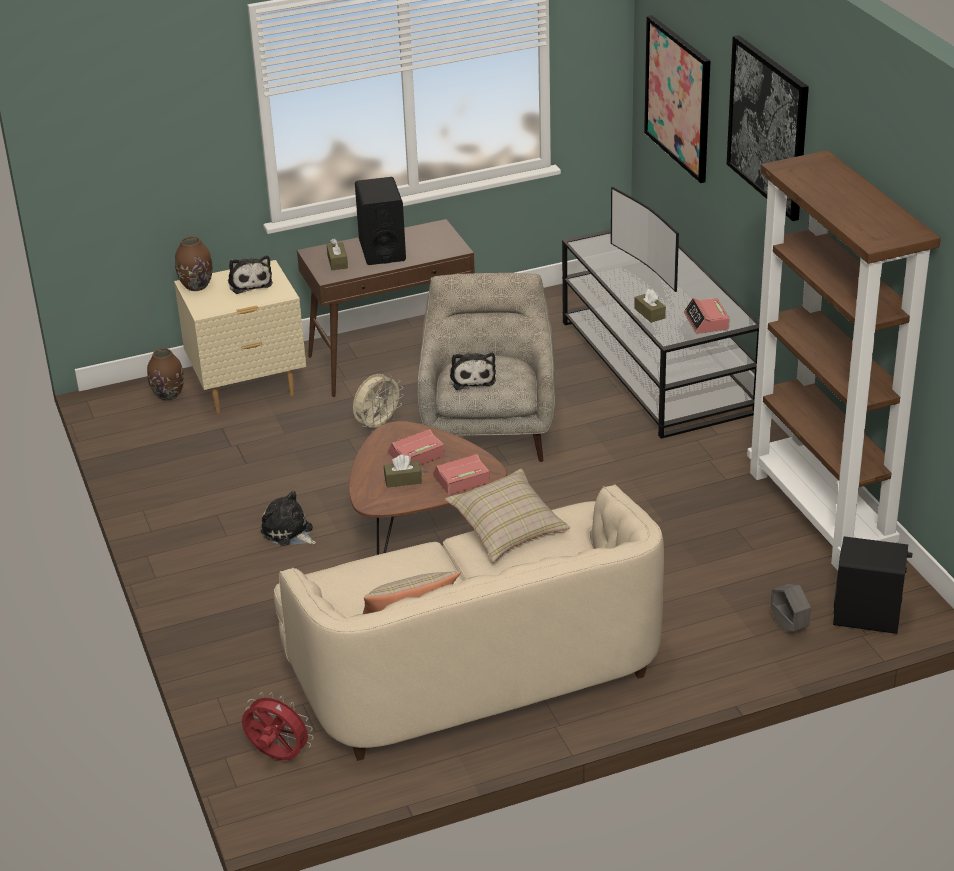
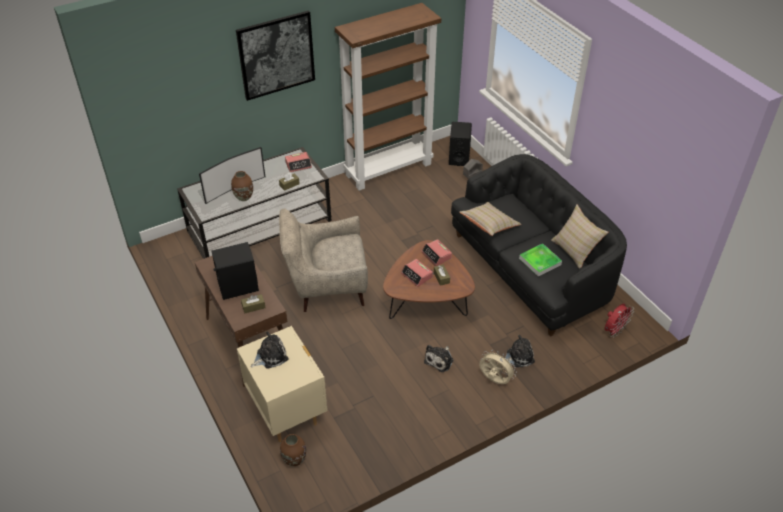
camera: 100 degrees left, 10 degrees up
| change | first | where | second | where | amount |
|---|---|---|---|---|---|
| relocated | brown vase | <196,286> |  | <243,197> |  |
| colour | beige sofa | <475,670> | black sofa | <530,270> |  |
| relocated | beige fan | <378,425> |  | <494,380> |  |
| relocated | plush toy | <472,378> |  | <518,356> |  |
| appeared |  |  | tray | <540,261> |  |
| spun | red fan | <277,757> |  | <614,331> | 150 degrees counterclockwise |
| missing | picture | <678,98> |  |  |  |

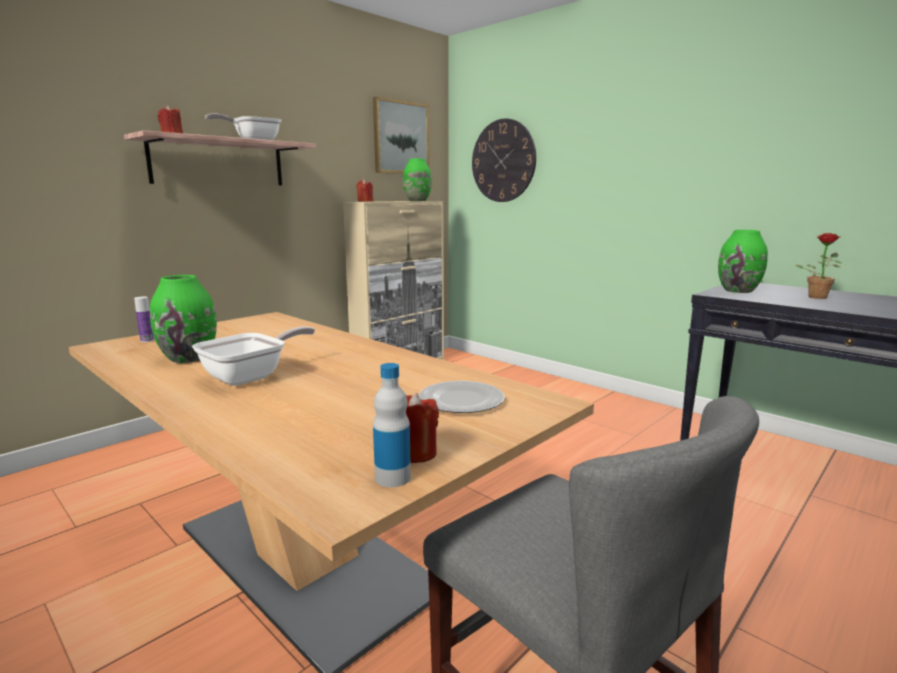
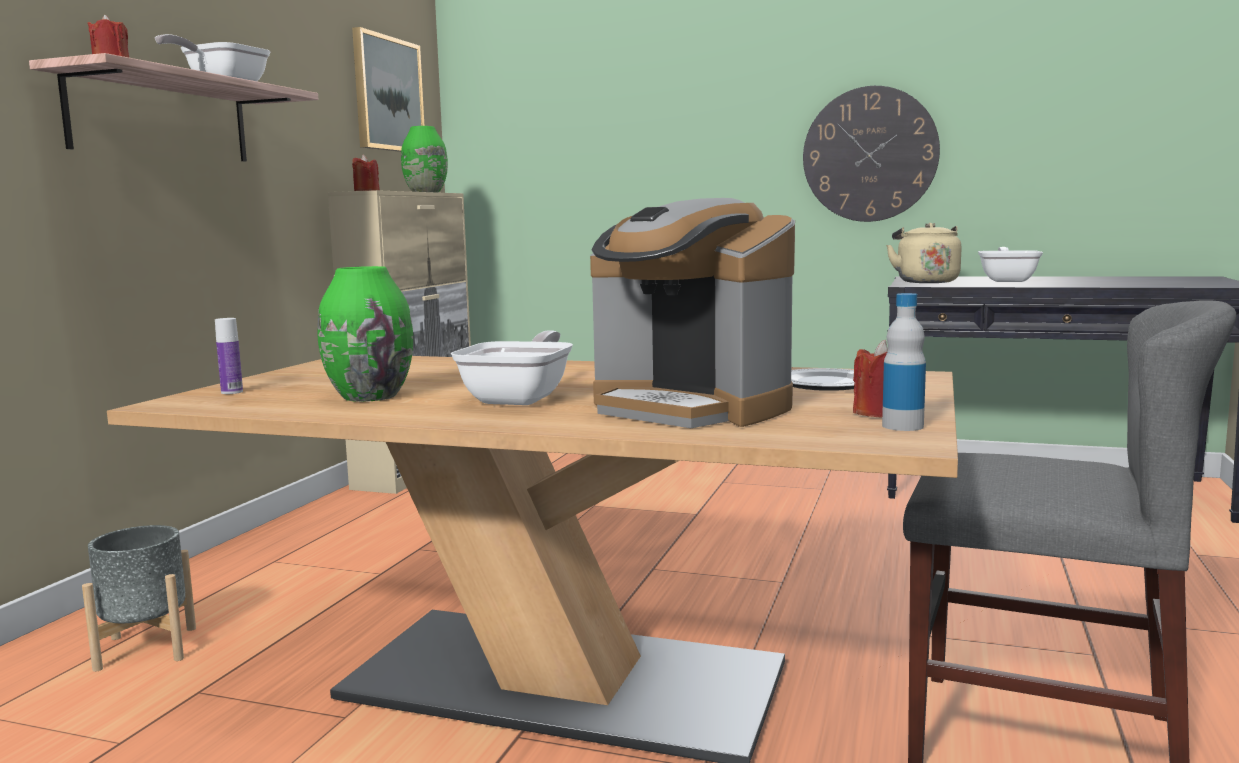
camera: 25 degrees left, 5 degrees down
| change | first | where | second | where | amount |
|---|---|---|---|---|---|
| appeared |  |  | grey planter | <147,648> |  |
| appeared |  |  | coffee machine | <690,408> |  |
| relocated | wall clock | <503,161> |  | <870,154> |  |
| exchanged | green vase | <738,291> | beige kettle | <925,282> |  |
| exchanged | potted plant | <817,296> | frying pan | <1008,280> |  |

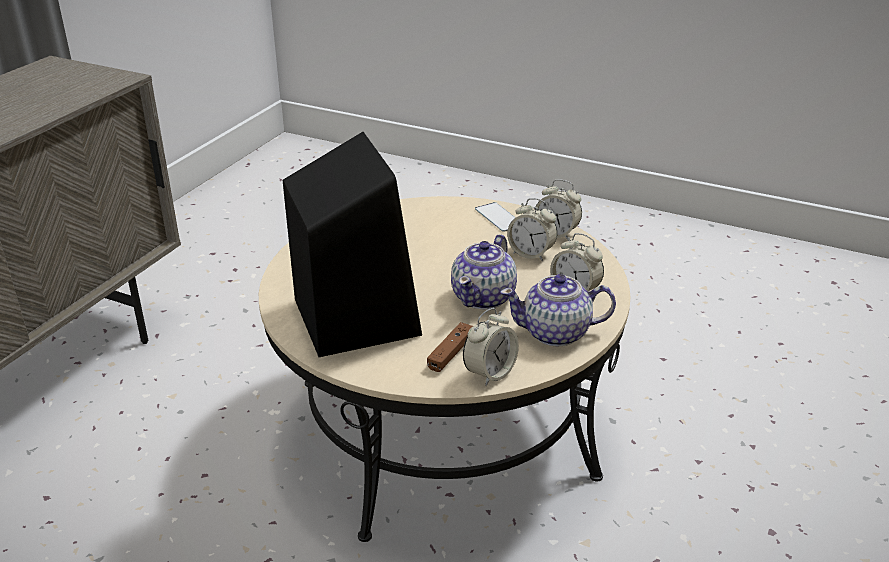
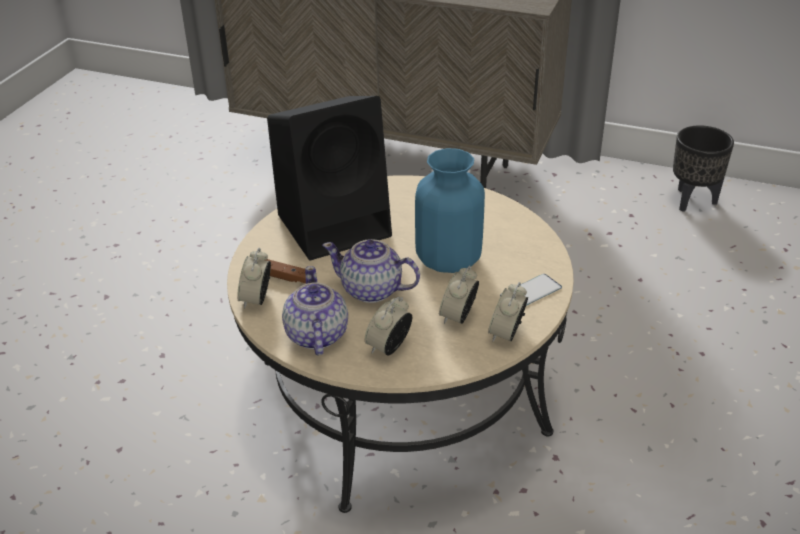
camera: 85 degrees right, 5 degrees up
| change | first | where | second | where | amount |
|---|---|---|---|---|---|
| spun | alarm clock | <490,373> |  | <256,299> | 60 degrees clockwise |
| appeared |  |  | blue vase | <448,259> |  |
| appeared |  |  | black planter | <693,201> |  |

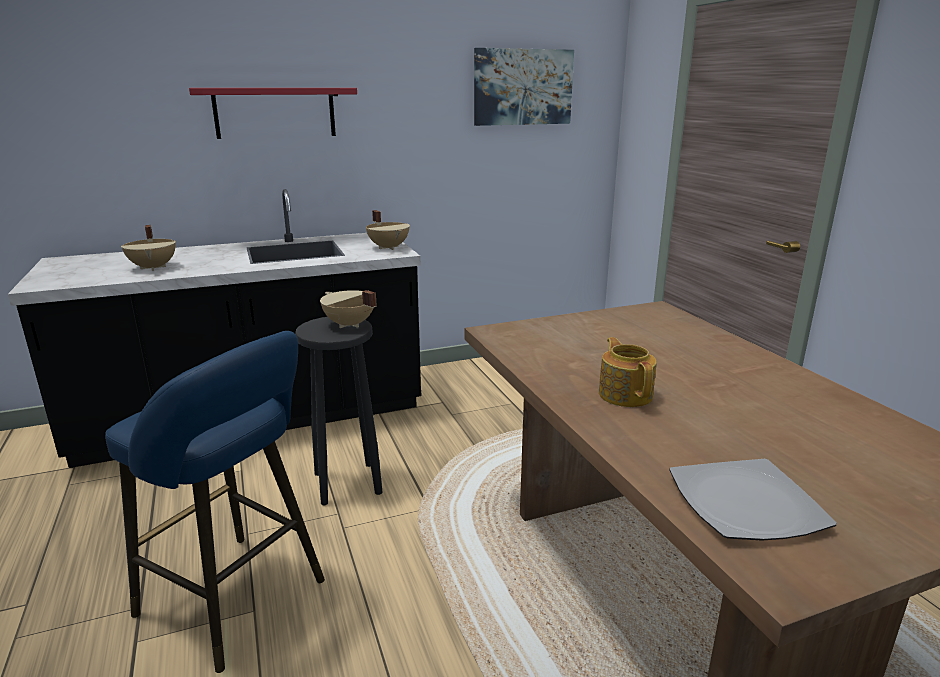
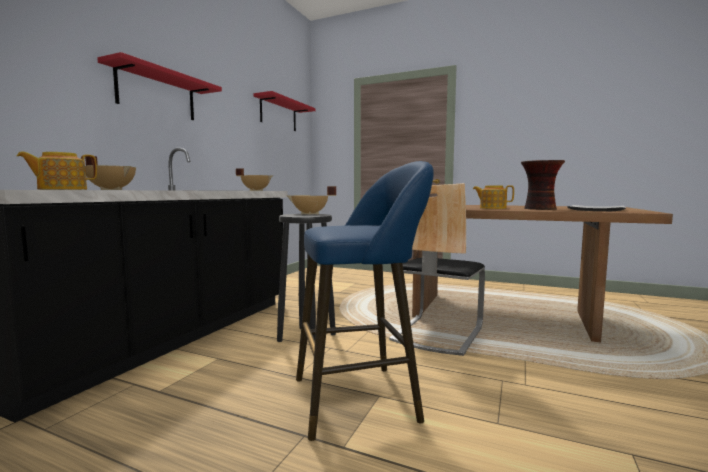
camera: 45 degrees left, 15 degrees down
| change | first | where | second | where | amount |
|---|---|---|---|---|---|
| appeared |  |  | teapot | <61,189> |  |
| exchanged | picture | <523,87> | red shelf | <278,114> |  |
| appeared |  |  | chair | <437,333> |  |
| appeared |  |  | vase | <539,209> |  |

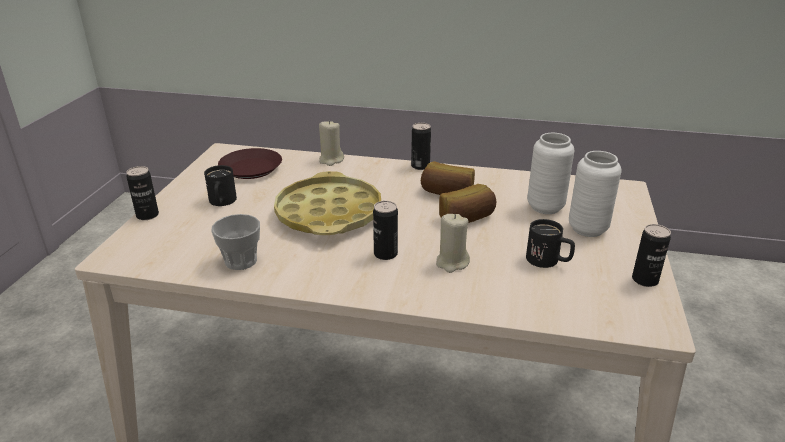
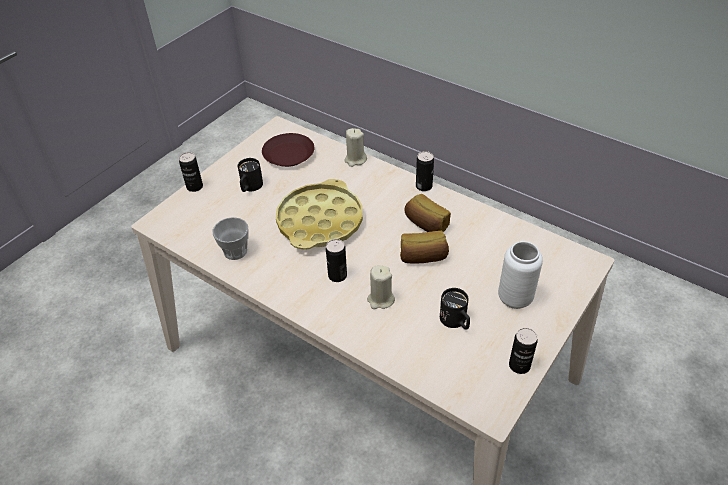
camera: 25 degrees right, 15 degrees up
| change | first | where | second | where | amount |
|---|---|---|---|---|---|
| missing | white vase | <545,207> |  |  |  |

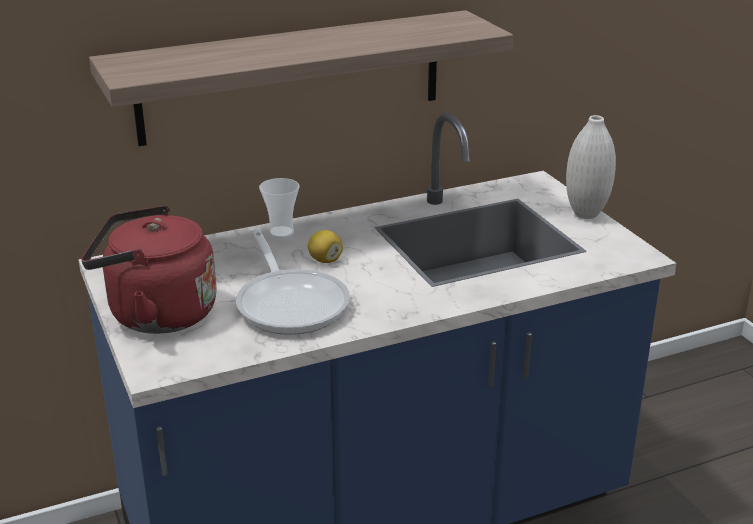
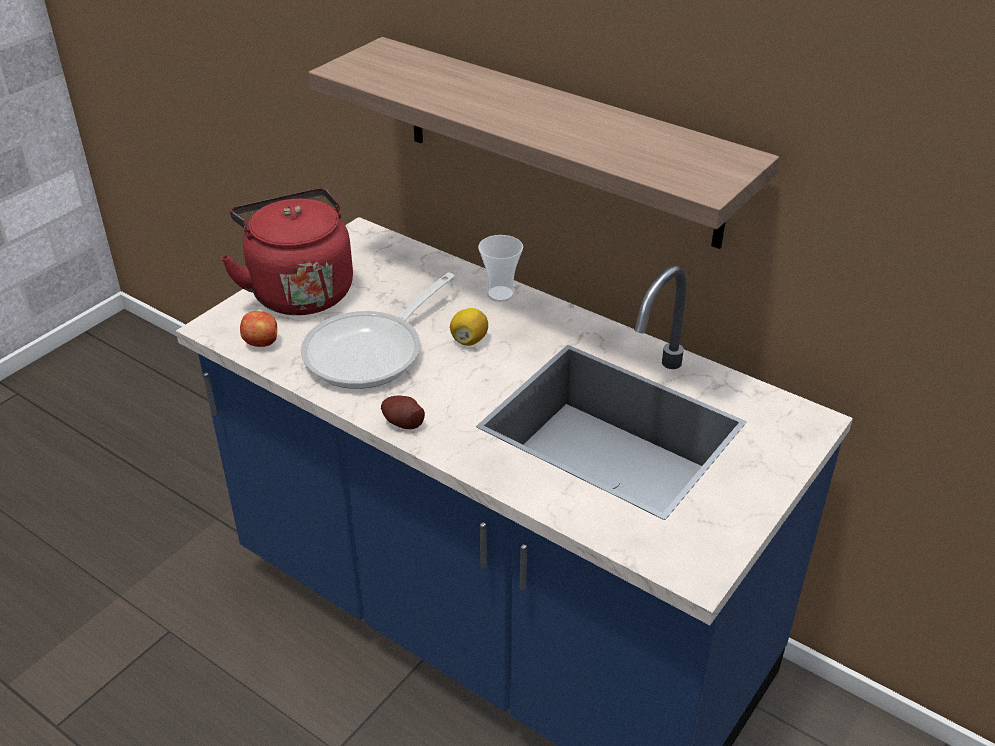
camera: 60 degrees right, 10 degrees up
| change | first | where | second | where | amount |
|---|---|---|---|---|---|
| appeared |  |  | apple | <262,343> |  |
| appeared |  |  | potato | <403,422> |  |
| missing | white vase | <586,214> |  |  |  |

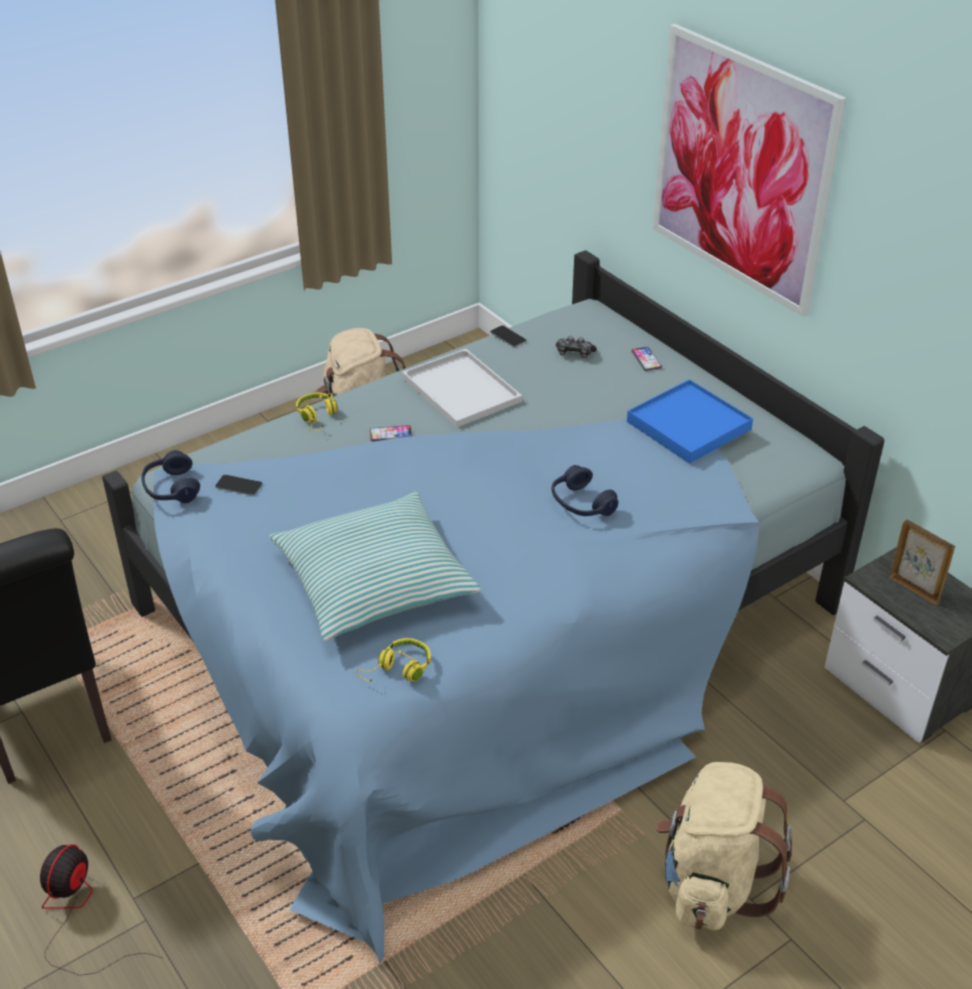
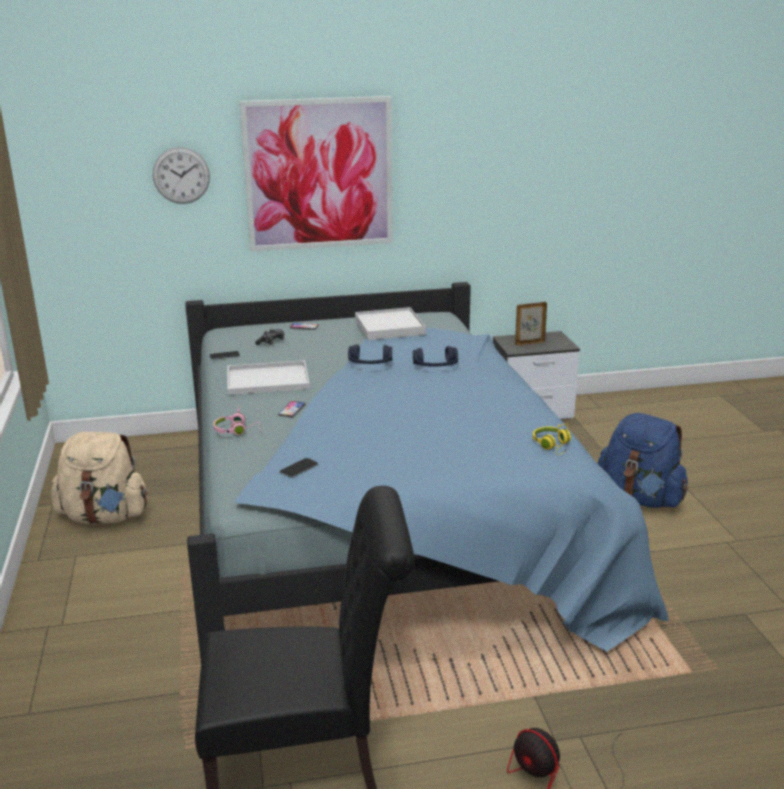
camera: 65 degrees left, 15 degrees down
| change | first | where | second | where | amount |
|---|---|---|---|---|---|
| appeared |  |  | wall clock | <181,175> |  |
| colour | yellow headphones | <317,417> | pink headphones | <237,431> |  |
| relocated | blue headphones | <171,488> |  | <370,364> |  |
| colour | blue tray | <688,425> | white tray | <389,327> |  |
| colour | beige backpack | <712,883> | blue backpack | <640,498> |  |
| missing | pillow | <374,581> |  |  |  |

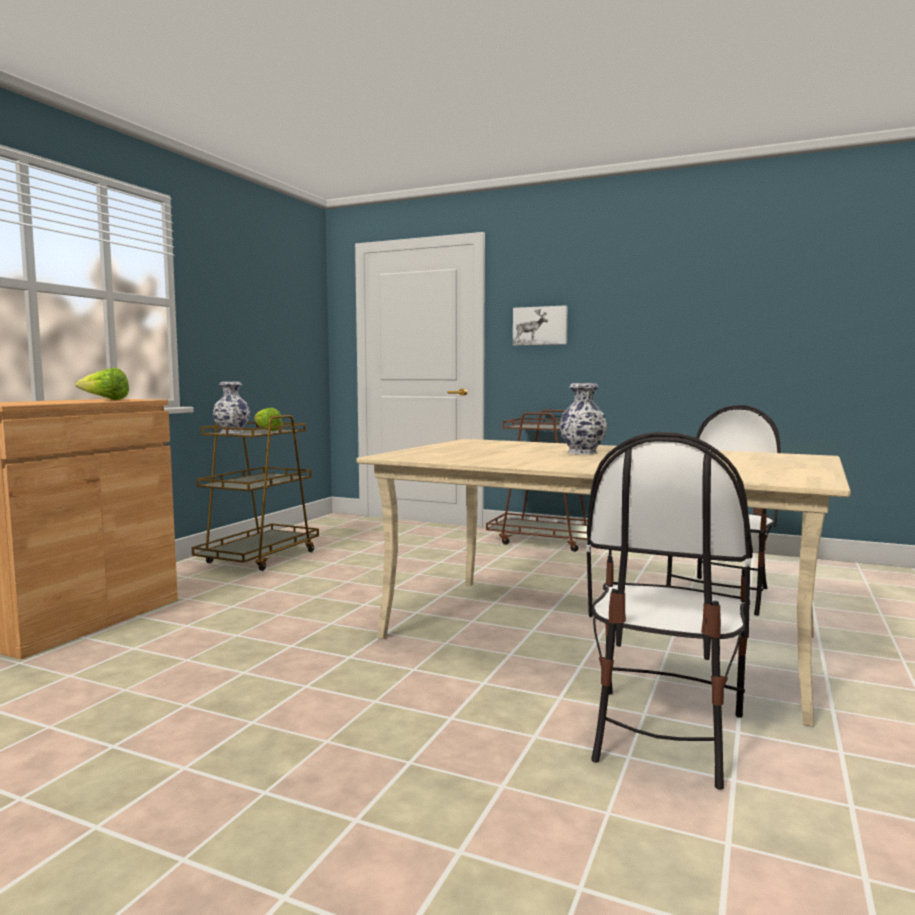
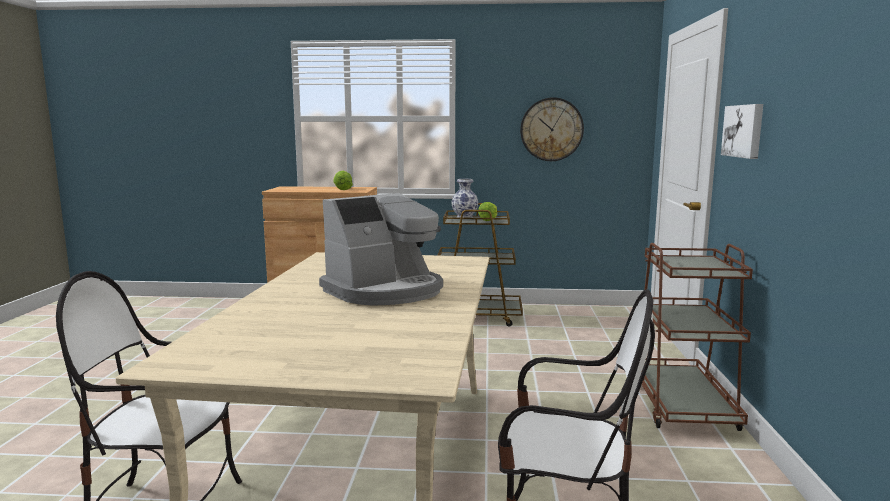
camera: 70 degrees right, 5 degrees up
| change | first | where | second | where | amount |
|---|---|---|---|---|---|
| exchanged | vase | <581,452> | coffee machine | <385,291> |  |
| appeared |  |  | wall clock | <551,129> |  |

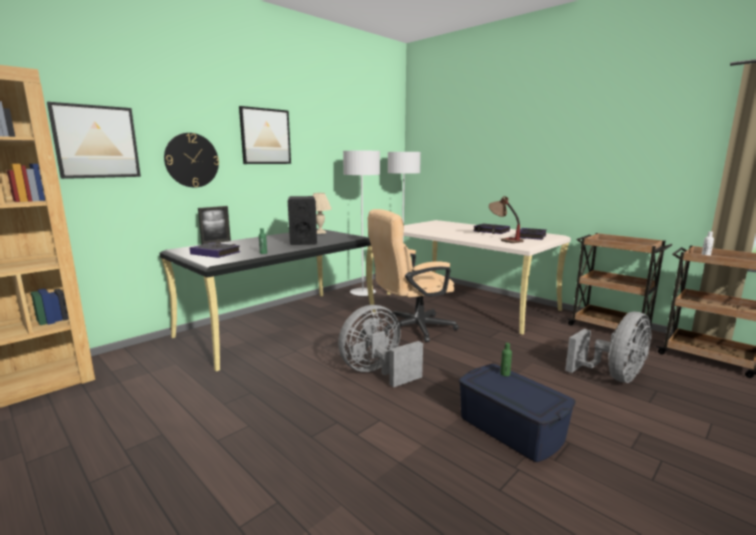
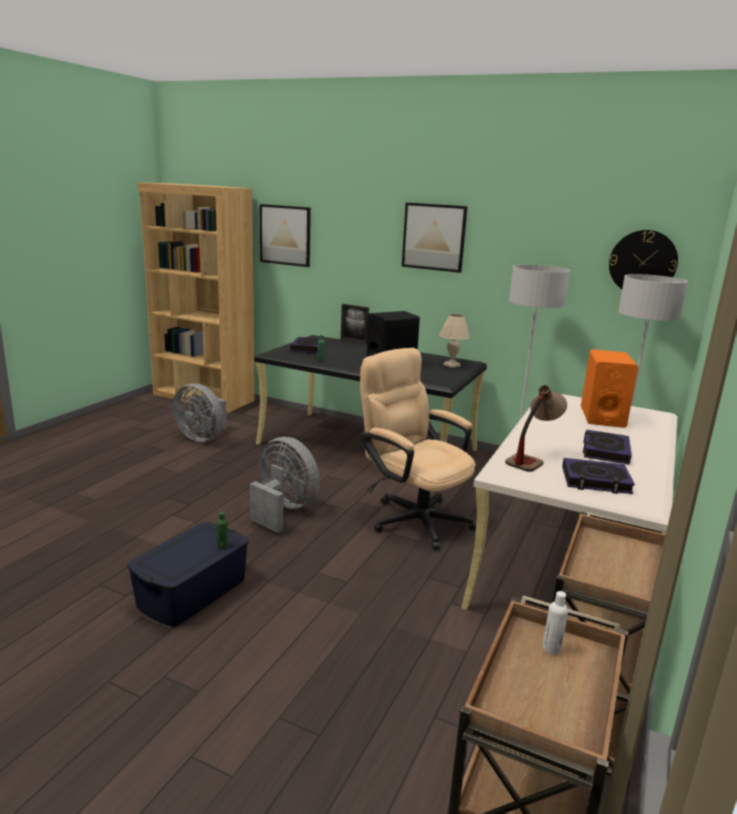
camera: 70 degrees right, 5 degrees up
| change | first | where | second | where | amount |
|---|---|---|---|---|---|
| relocated | grey fan | <613,377> |  | <202,437> |  |
| appeared |  |  | orange speaker | <602,417> |  |
| relocated | wall clock | <192,160> |  | <642,262> |  |

